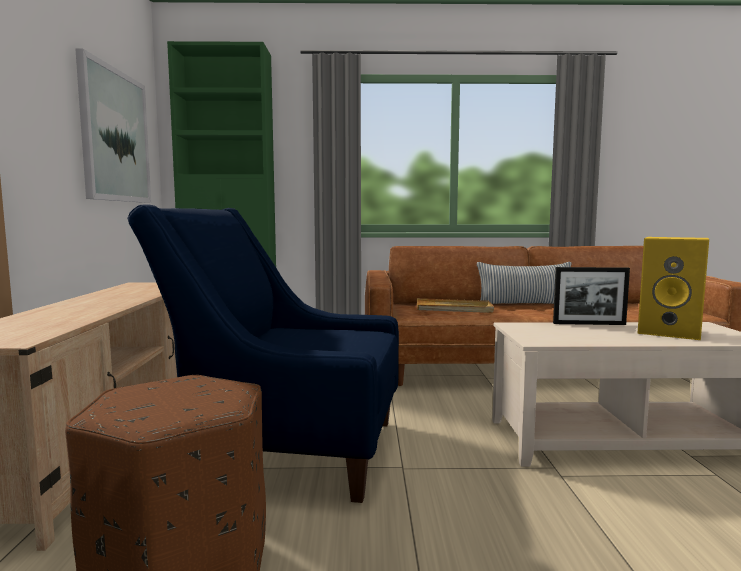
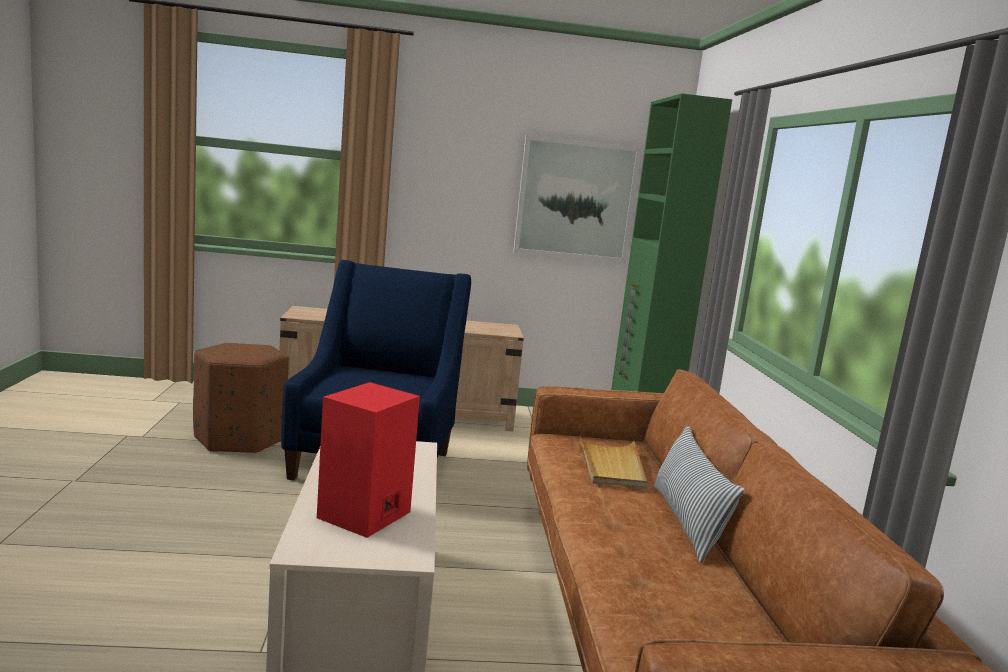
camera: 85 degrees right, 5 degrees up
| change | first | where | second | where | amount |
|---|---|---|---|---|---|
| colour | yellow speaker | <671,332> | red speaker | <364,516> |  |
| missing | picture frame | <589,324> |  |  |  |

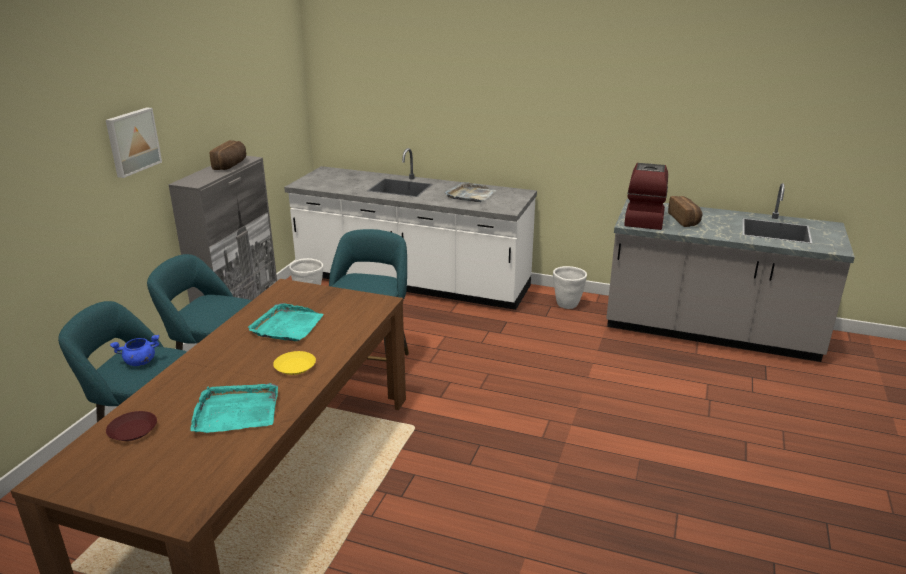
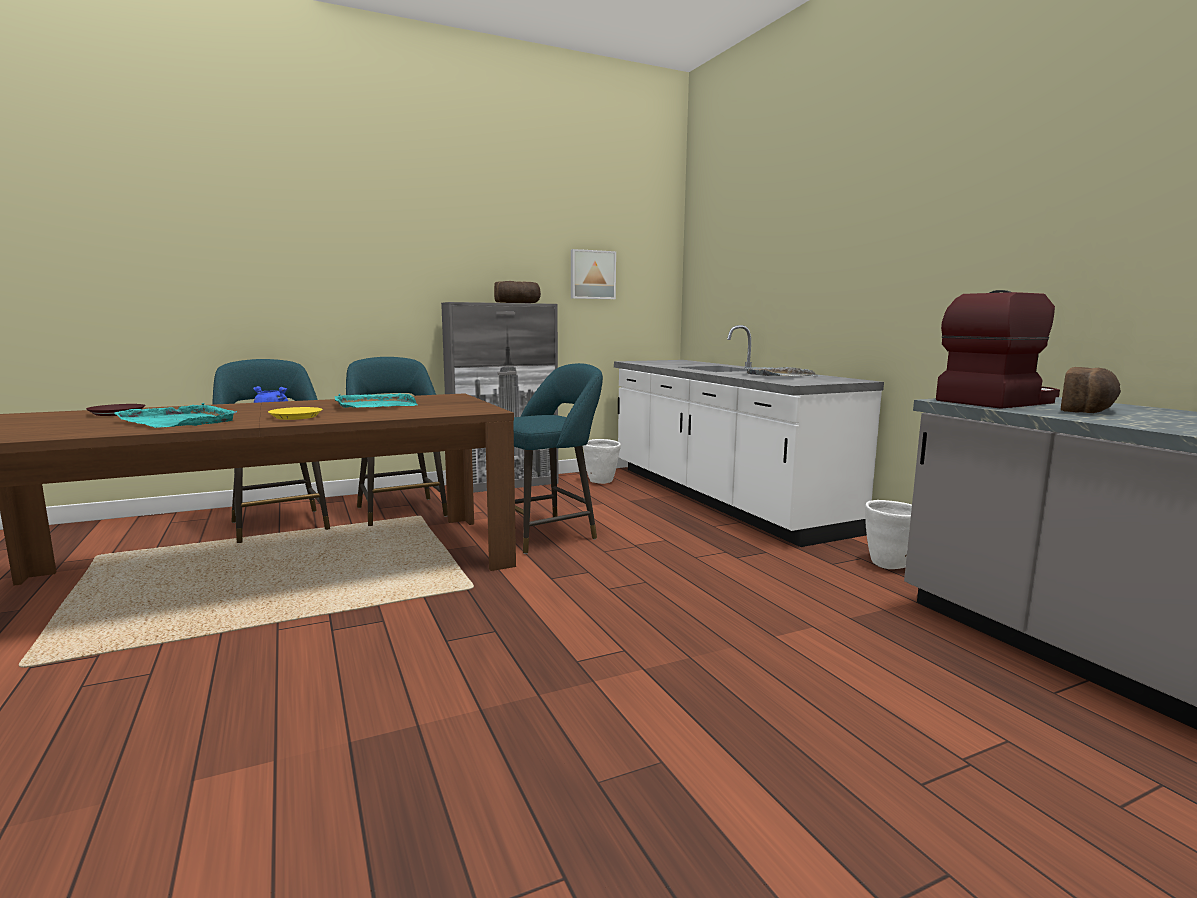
camera: 45 degrees right, 15 degrees down
| change | first | where | second | where | amount |
|---|---|---|---|---|---|
| relocated | picture | <132,141> |  | <592,275> |  |

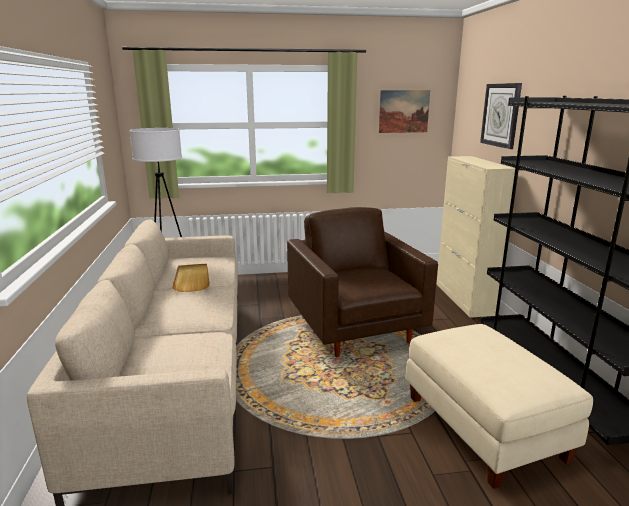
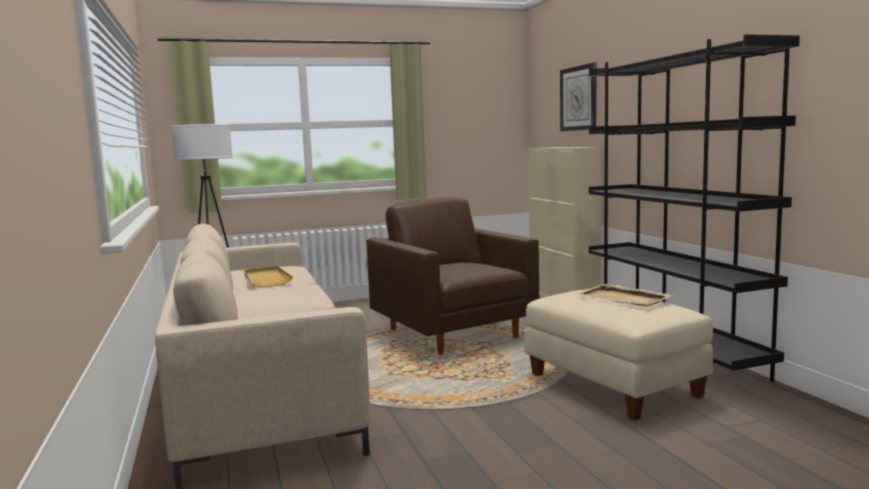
camera: 10 degrees left, 10 degrees down
| change | first | where | second | where | amount |
|---|---|---|---|---|---|
| appeared |  |  | beige tray | <624,298> |  |
| missing | picture | <404,111> |  |  |  |

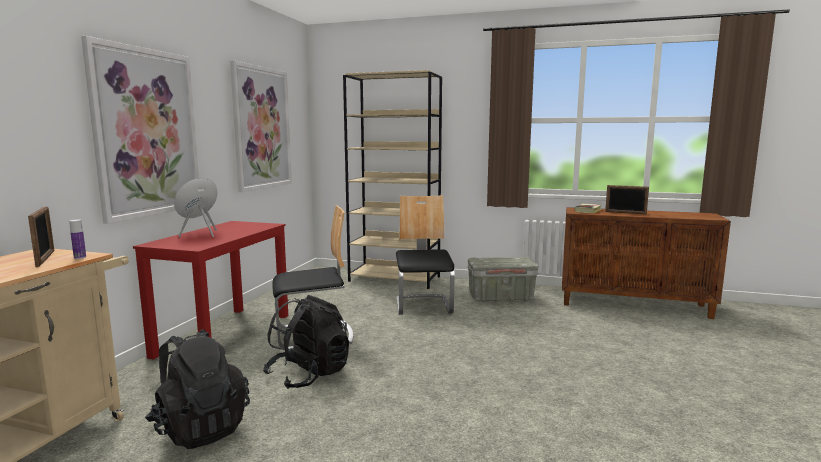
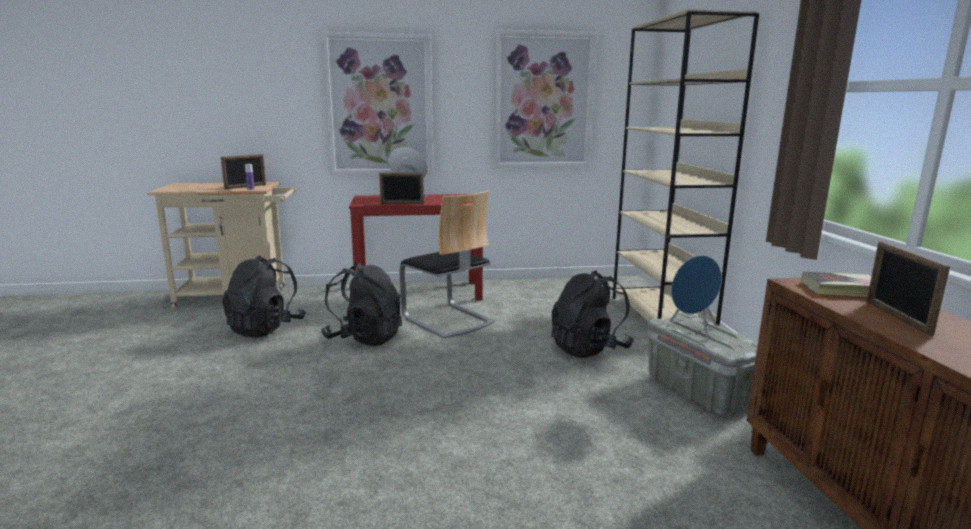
camera: 65 degrees right, 5 degrees up
| change | first | where | second | where | amount |
|---|---|---|---|---|---|
| appeared |  |  | picture frame | <402,203> |  |
| exchanged | chair | <424,306> | black backpack | <589,349> |  |
| appeared |  |  | blue speaker | <693,330> |  |

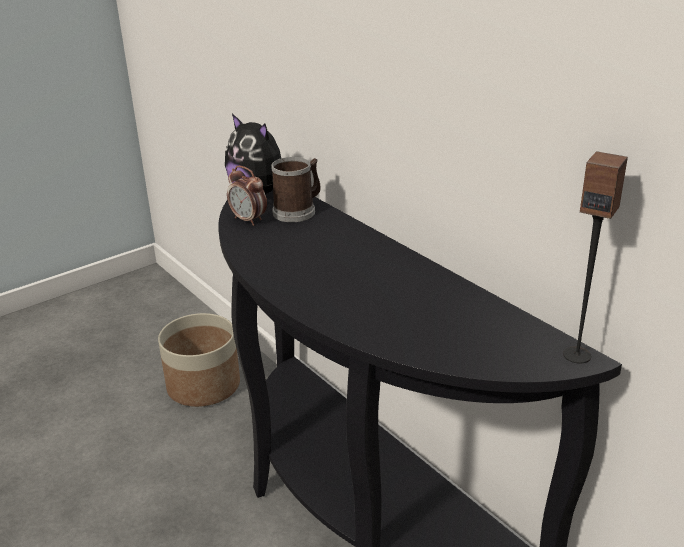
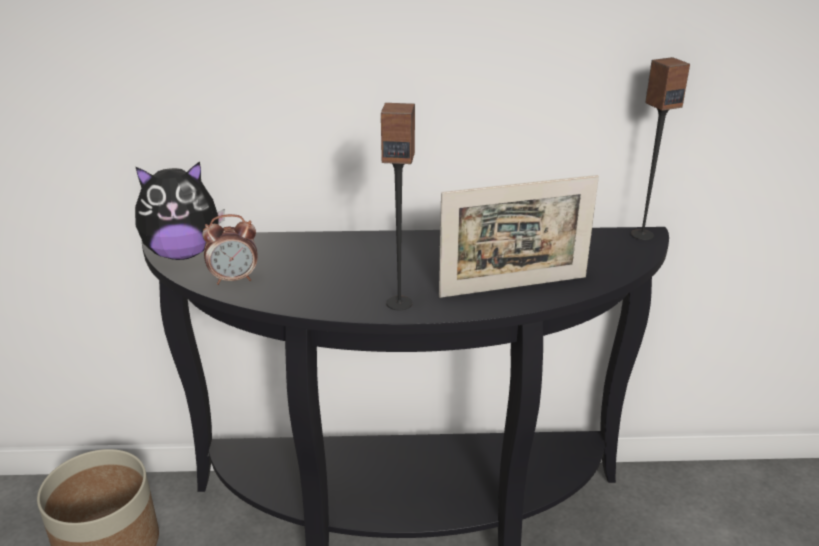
camera: 55 degrees left, 0 degrees up
| change | first | where | second | where | amount |
|---|---|---|---|---|---|
| appeared |  |  | speaker | <399,303> |  |
| appeared |  |  | picture frame | <513,287> |  |
| missing | mug | <298,211> |  |  |  |

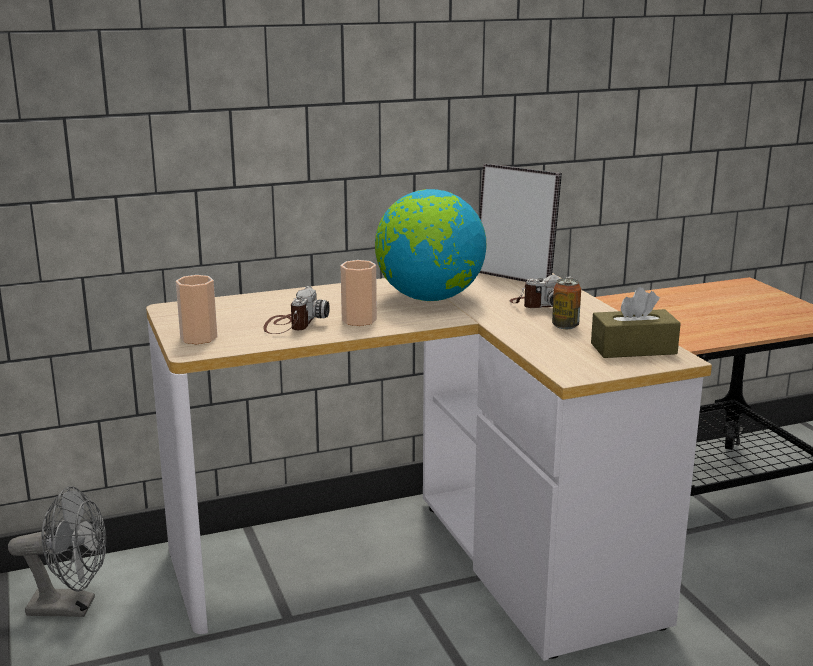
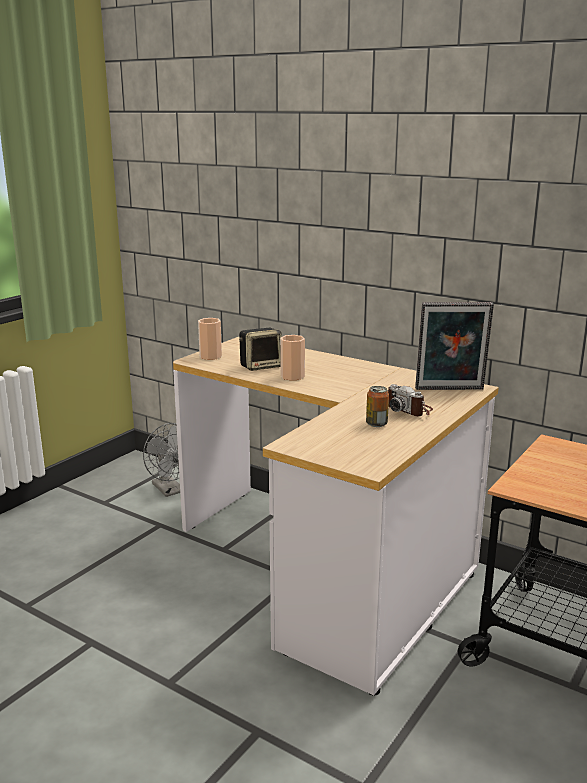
camera: 55 degrees right, 0 degrees up
| change | first | where | second | where | amount |
|---|---|---|---|---|---|
| exchanged | photo camera | <292,324> | speaker | <261,366> |  |
| spun | picture frame | <515,277> |  | <450,390> | 90 degrees clockwise |
| missing | globe | <429,298> |  |  |  |
| missing | brown tissue box | <633,349> |  |  |  |

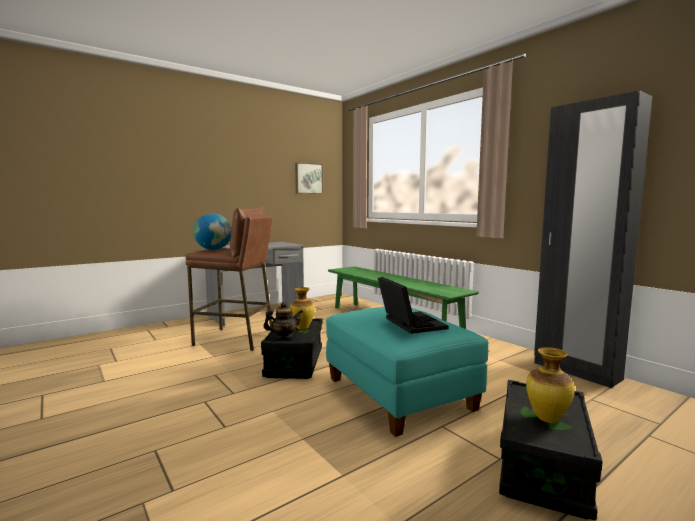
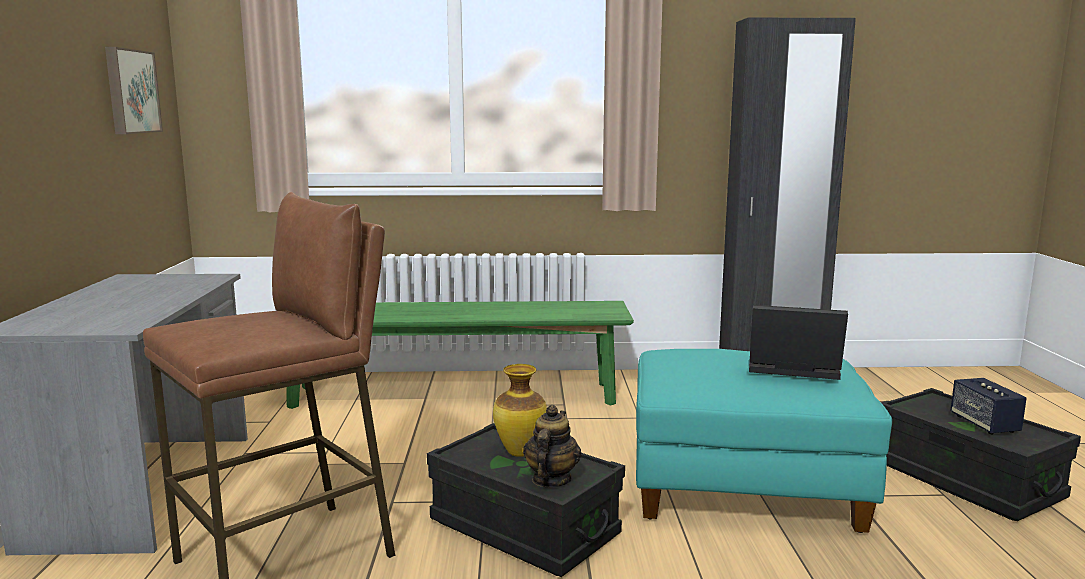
camera: 55 degrees left, 5 degrees up
| change | first | where | second | where | amount |
|---|---|---|---|---|---|
| exchanged | vase | <547,419> | speaker | <984,424> |  |
| missing | globe | <213,249> |  |  |  |

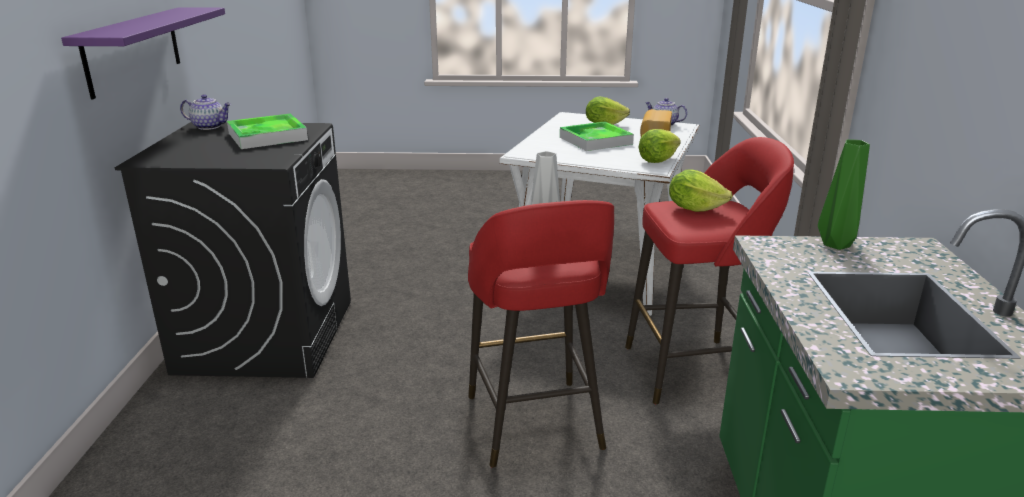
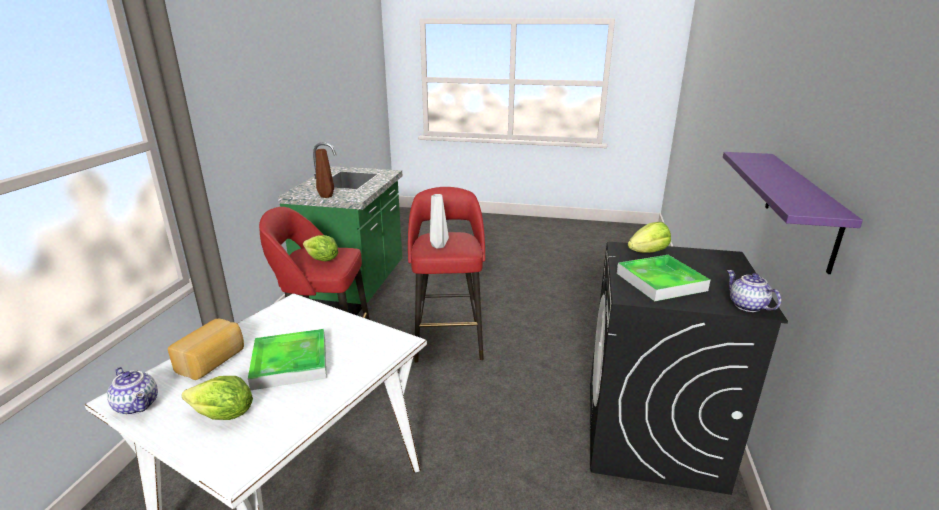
camera: 170 degrees left, 0 degrees up
| change | first | where | second | where | amount |
|---|---|---|---|---|---|
| colour | green vase | <834,244> | brown vase | <327,196> |  |
| relocated | lettuce | <658,160> |  | <648,252> |  |
| spun | teapot | <210,126> |  | <746,306> | 45 degrees clockwise |

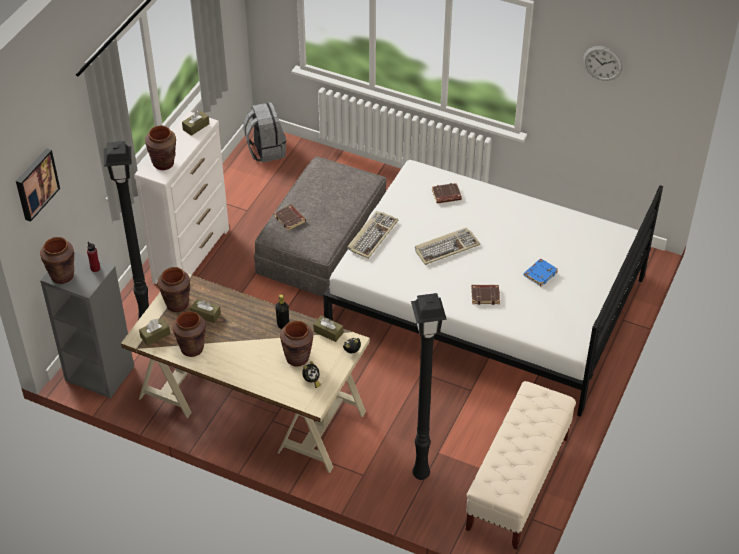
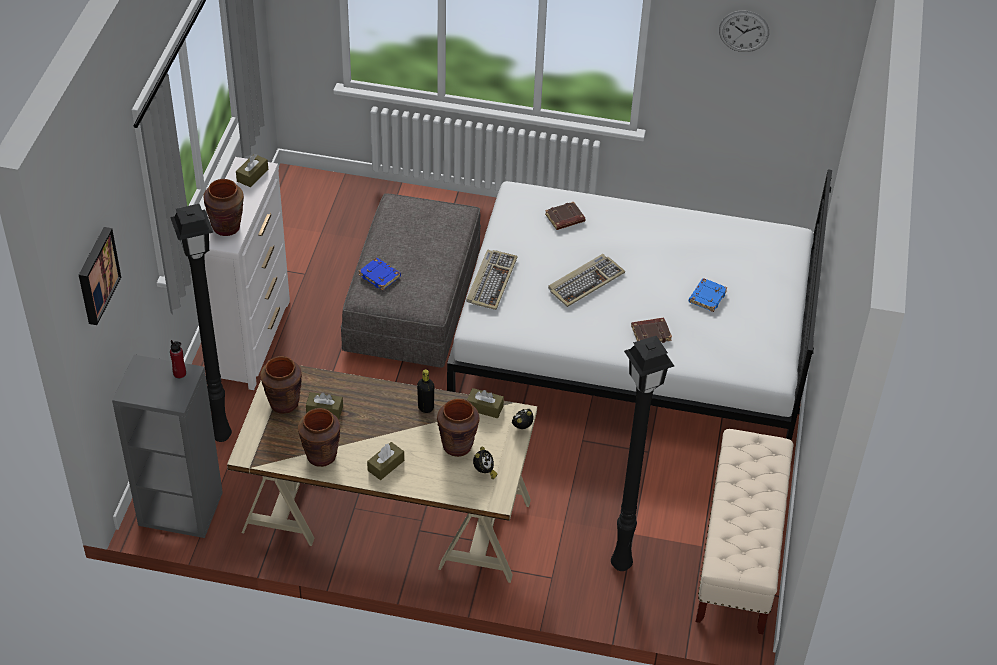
camera: 15 degrees left, 0 degrees up
| change | first | where | second | where | amount |
|---|---|---|---|---|---|
| colour | brown book | <290,219> | blue book | <380,276> |  |
| relocated | brown tissue box | <155,335> |  | <386,465> |  |
| missing | brown vase | <62,276> |  |  |  |
| missing | grey backpack | <265,150> |  |  |  |

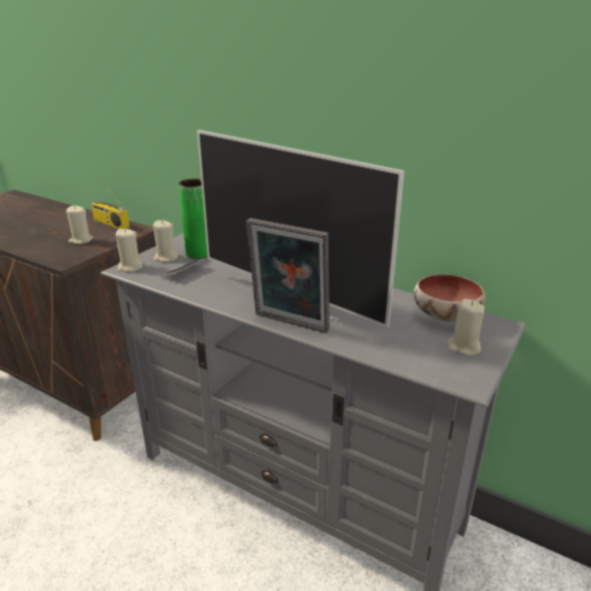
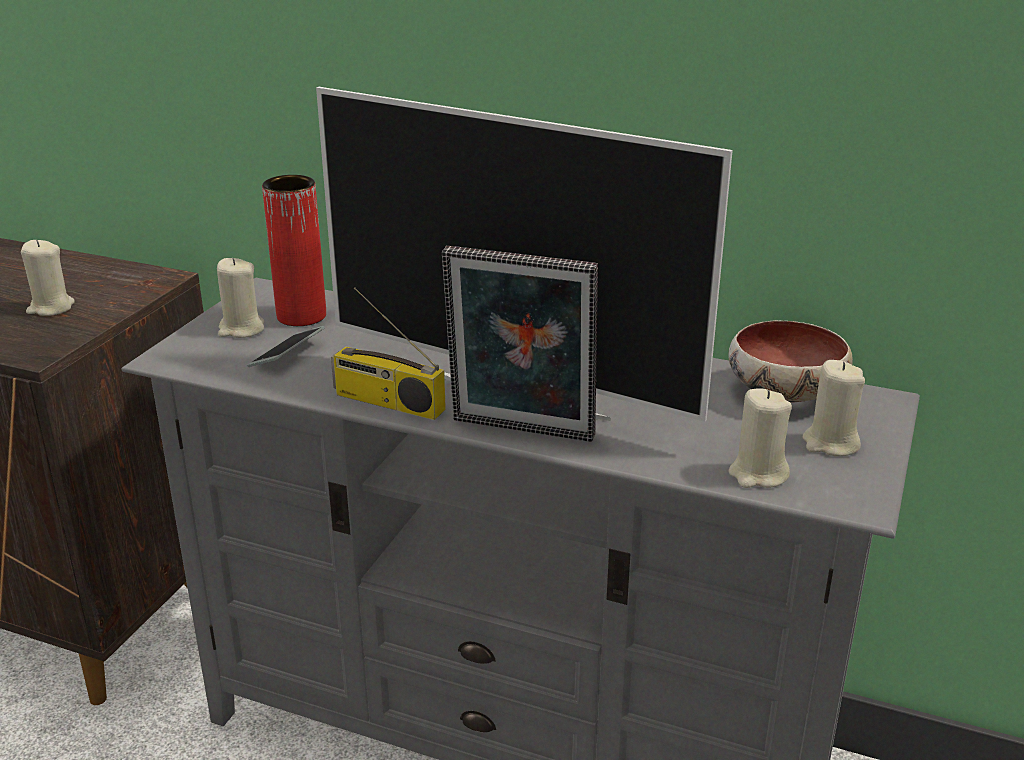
camera: 10 degrees left, 0 degrees up
| change | first | where | second | where | amount |
|---|---|---|---|---|---|
| colour | green vase | <198,253> | red vase | <301,316> |  |
| relocated | radio | <110,223> |  | <387,402> |  |
| relocated | beige candle | <130,267> |  | <757,474> |  |

